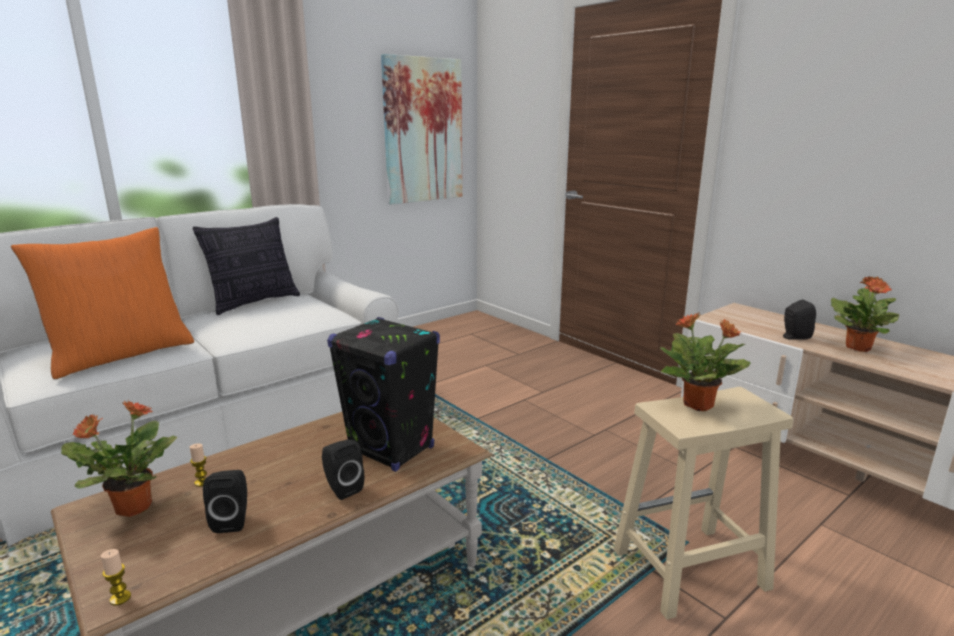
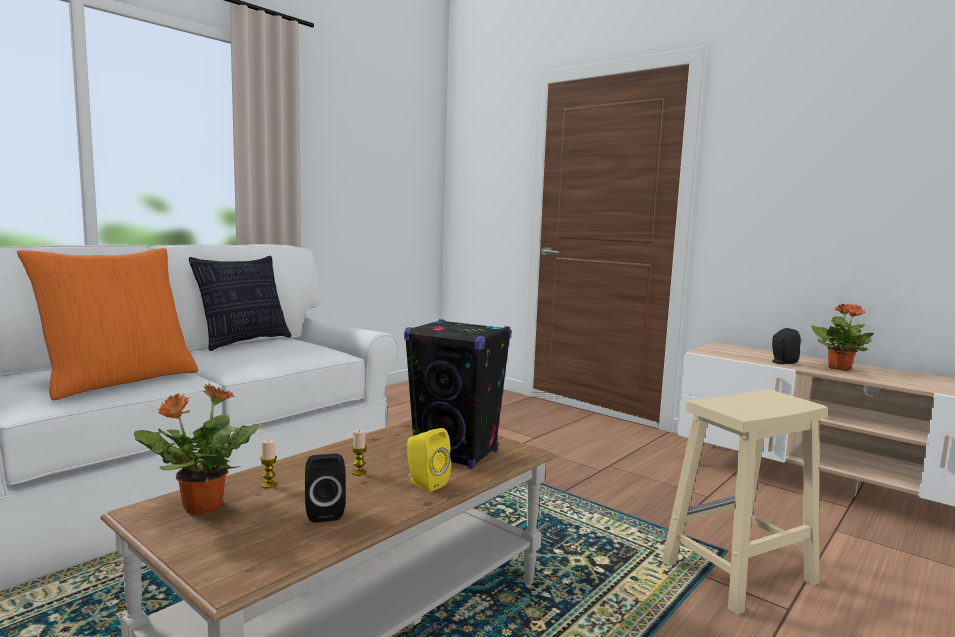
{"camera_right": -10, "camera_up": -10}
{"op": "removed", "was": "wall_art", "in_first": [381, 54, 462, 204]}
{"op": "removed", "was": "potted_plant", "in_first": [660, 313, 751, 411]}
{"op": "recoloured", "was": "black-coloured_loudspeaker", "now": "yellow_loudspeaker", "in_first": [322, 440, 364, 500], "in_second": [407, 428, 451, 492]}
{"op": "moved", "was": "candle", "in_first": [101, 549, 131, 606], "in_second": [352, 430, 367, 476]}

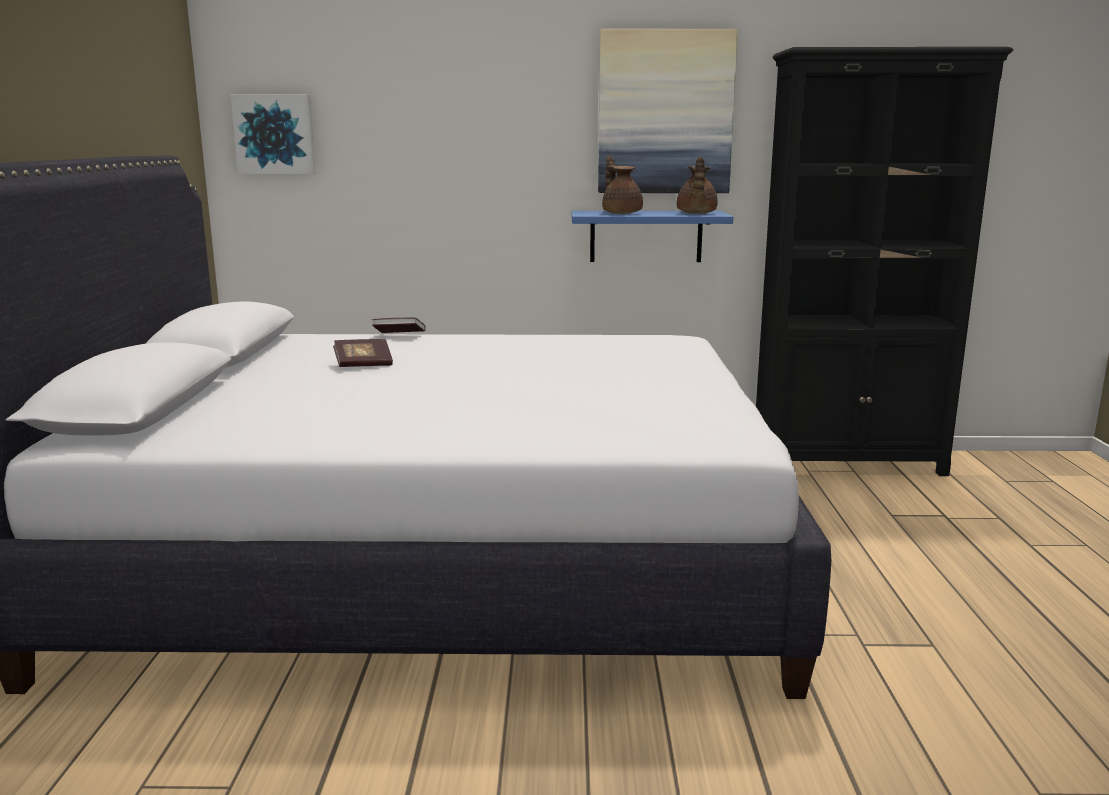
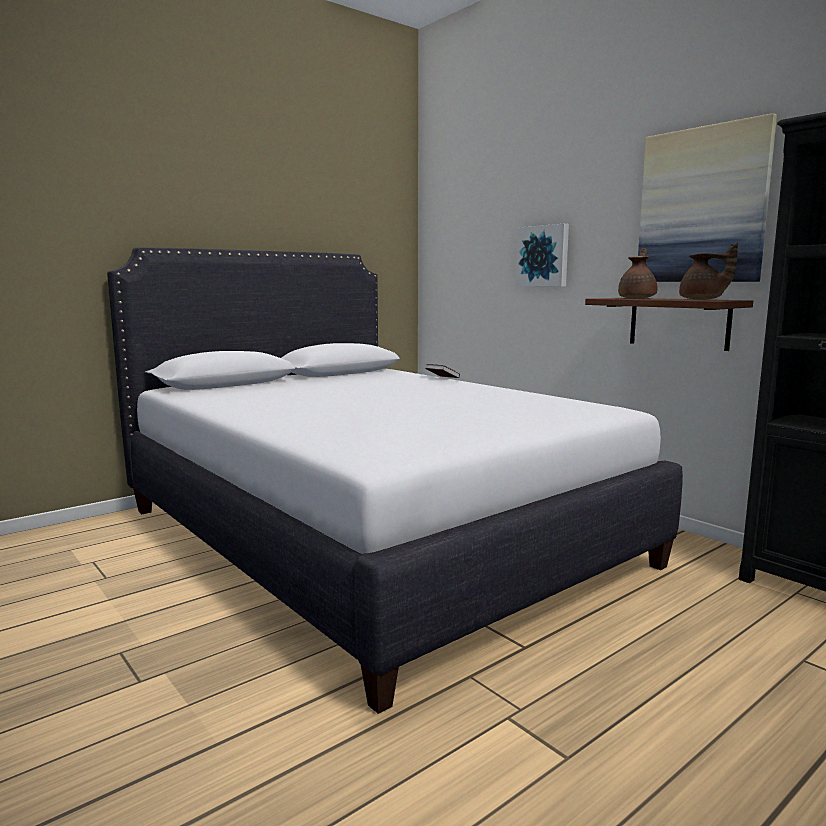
{"camera_right": 50, "camera_up": -5}
{"op": "moved", "was": "wall_art", "in_first": [230, 94, 316, 174], "in_second": [516, 224, 569, 287]}
{"op": "turned", "was": "brownish_pot_for_tea", "in_first": [677, 157, 718, 214], "in_second": [679, 243, 738, 300], "clockwise": -105}
{"op": "recoloured", "was": "blue_shelf", "now": "brownish_shelf", "in_first": [572, 211, 733, 262], "in_second": [585, 298, 753, 351]}
{"op": "removed", "was": "book", "in_first": [333, 339, 393, 367]}

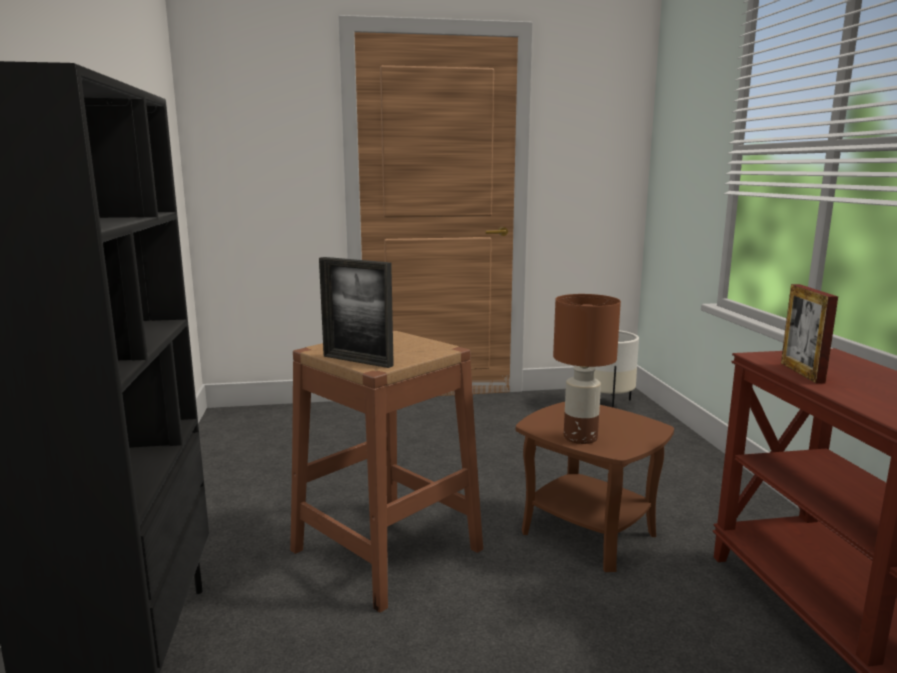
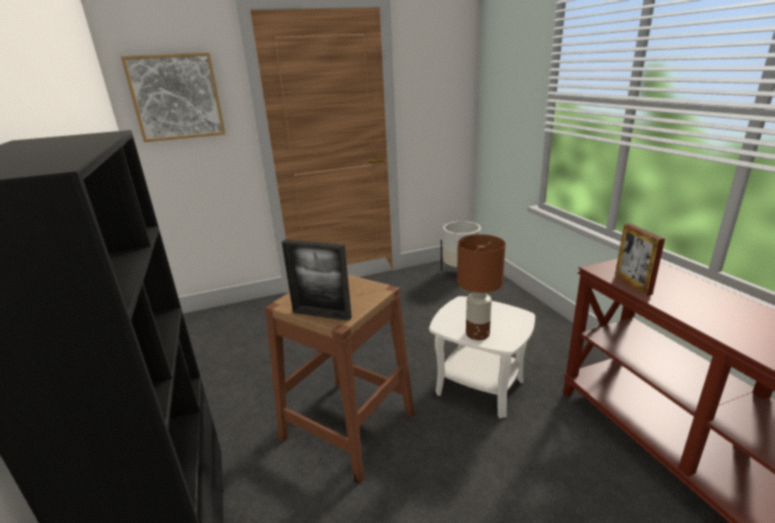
{"camera_right": -10, "camera_up": 10}
{"op": "recoloured", "was": "brownish_side_table", "now": "whitish_side_table", "in_first": [516, 402, 674, 572], "in_second": [429, 296, 535, 418]}
{"op": "added", "now": "wall_art", "in_second": [121, 53, 225, 142]}

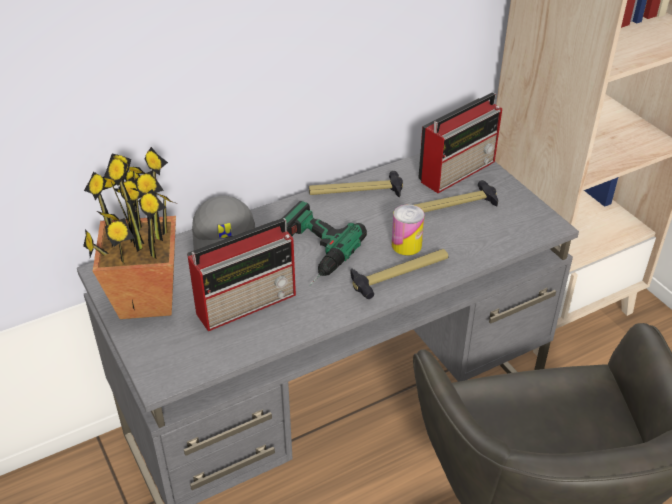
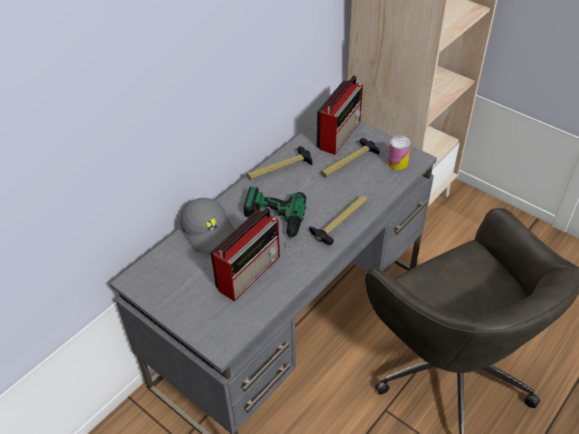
{"camera_right": -20, "camera_up": 5}
{"op": "removed", "was": "potted_plant", "in_first": [83, 147, 176, 319]}
{"op": "moved", "was": "metal_can", "in_first": [392, 205, 425, 256], "in_second": [388, 136, 411, 170]}

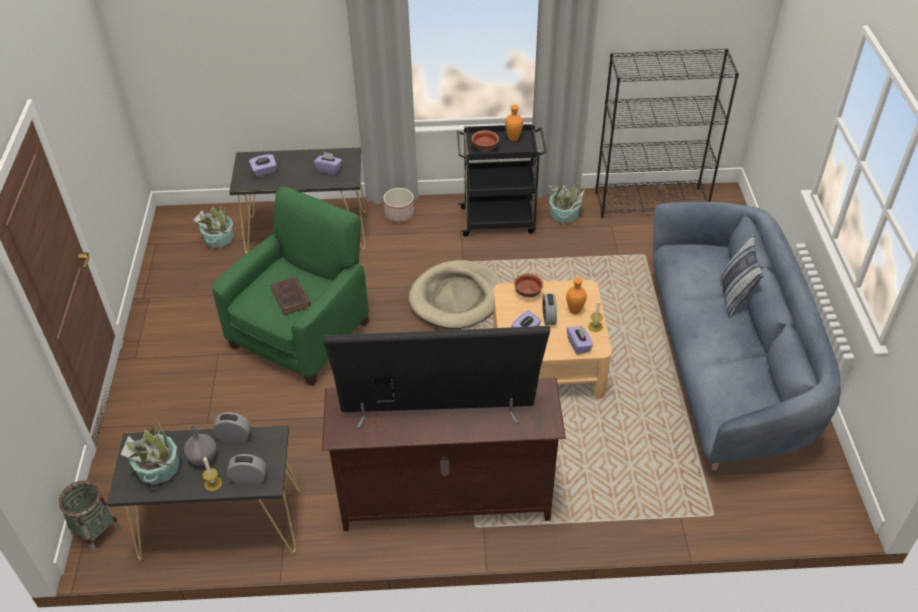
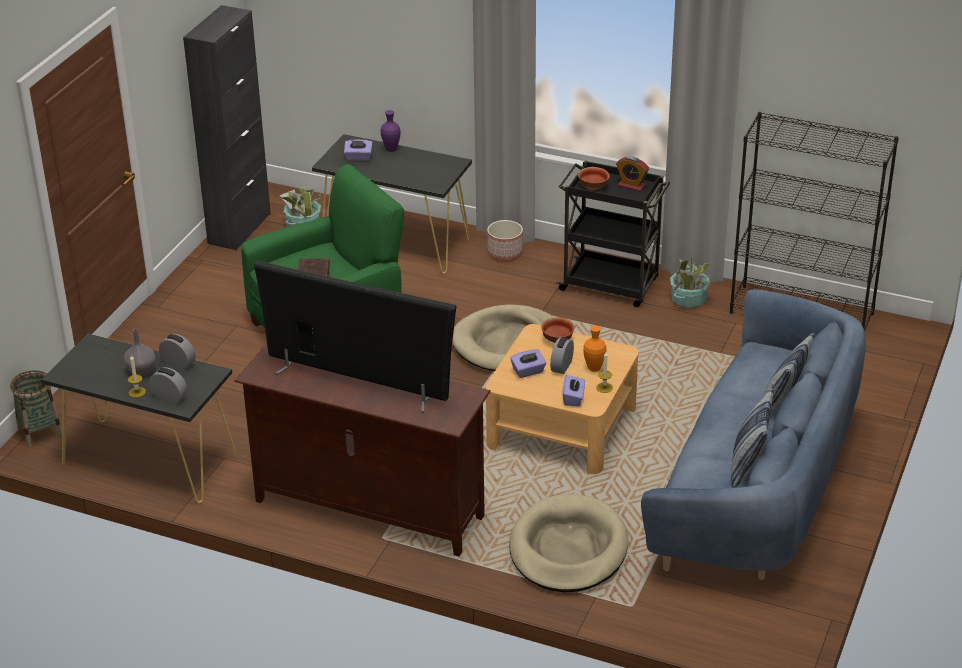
{"camera_right": 25, "camera_up": -10}
{"op": "replaced", "was": "orange-coloured_decorative_vase", "now": "alarm_clock", "in_first": [505, 104, 523, 141], "in_second": [616, 156, 649, 192]}
{"op": "removed", "was": "purple-coloured_tissue_holder", "in_first": [314, 152, 342, 175]}
{"op": "removed", "was": "potted_plant", "in_first": [120, 423, 179, 485]}
{"op": "added", "now": "black-coloured_cupboard", "in_second": [183, 5, 271, 250]}
{"op": "added", "now": "purple-coloured_decorative_vase", "in_second": [380, 110, 401, 152]}
{"op": "added", "now": "throw_pillow", "in_second": [731, 388, 773, 488]}
{"op": "added", "now": "beige-coloured_pet_bed", "in_second": [509, 494, 628, 592]}

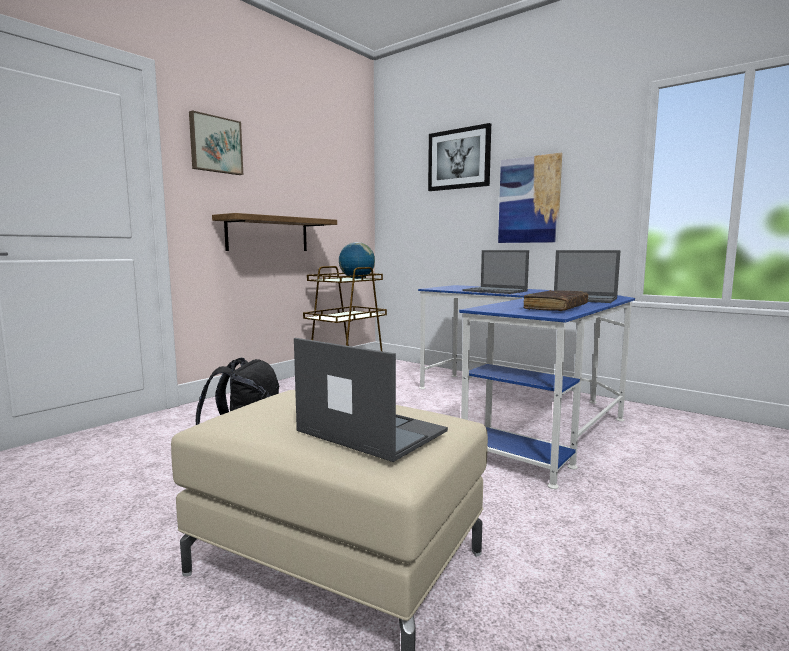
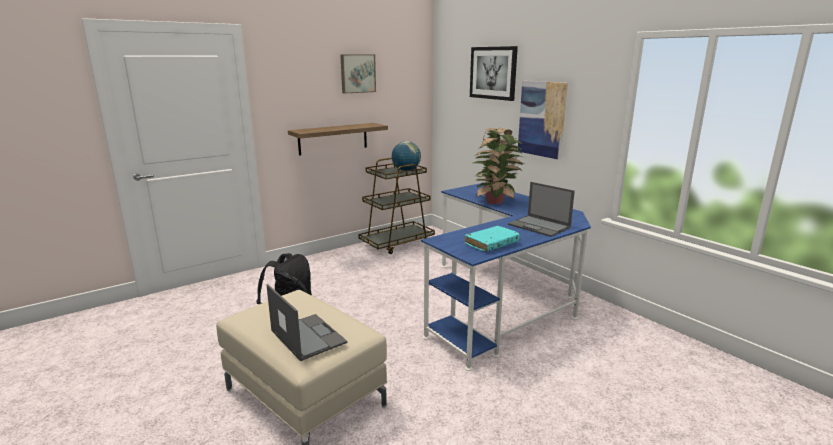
{"camera_right": 15, "camera_up": 10}
{"op": "moved", "was": "wall_art", "in_first": [189, 110, 243, 175], "in_second": [340, 54, 376, 94]}
{"op": "replaced", "was": "notebook_computer", "now": "potted_plant", "in_first": [463, 250, 529, 294], "in_second": [473, 128, 524, 204]}
{"op": "recoloured", "was": "brownish_book", "now": "turquoise_book", "in_first": [523, 290, 588, 311], "in_second": [465, 226, 520, 252]}

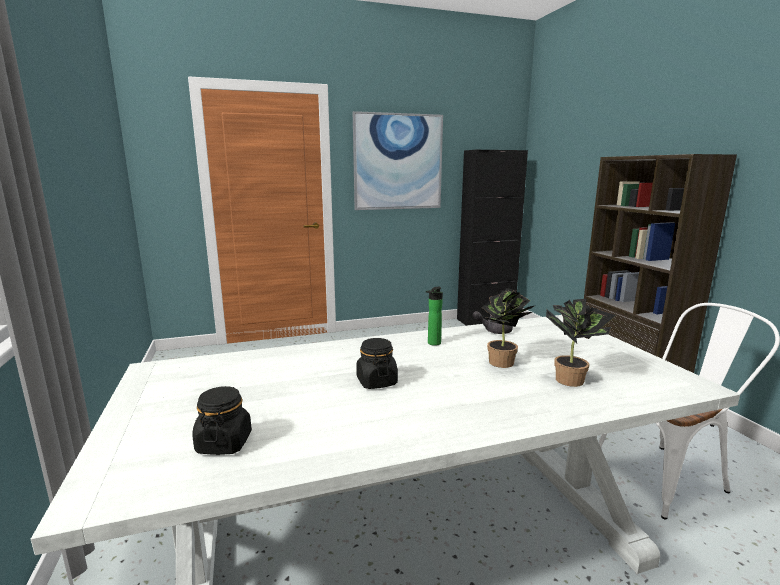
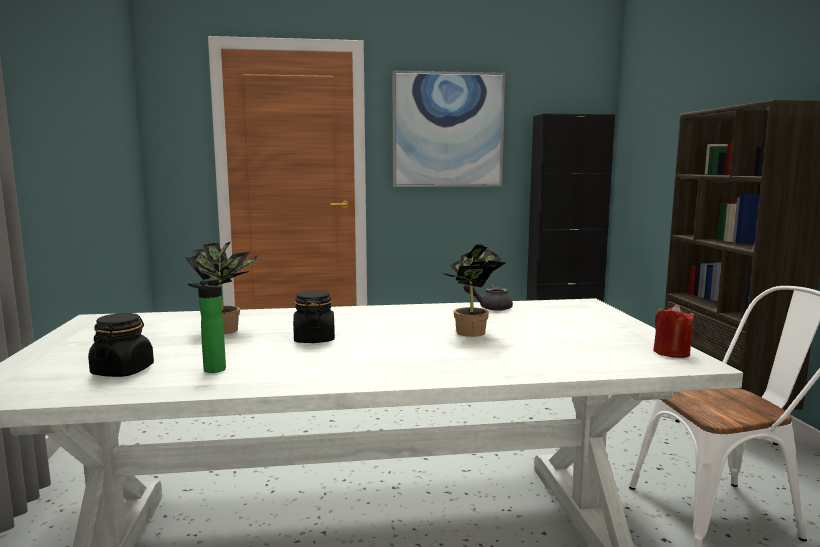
{"camera_right": 10, "camera_up": -5}
{"op": "moved", "was": "beverage_bottle", "in_first": [426, 287, 443, 346], "in_second": [188, 278, 226, 373]}
{"op": "moved", "was": "potted_plant", "in_first": [546, 299, 616, 387], "in_second": [185, 242, 258, 334]}
{"op": "added", "now": "red_candle", "in_second": [653, 304, 695, 358]}

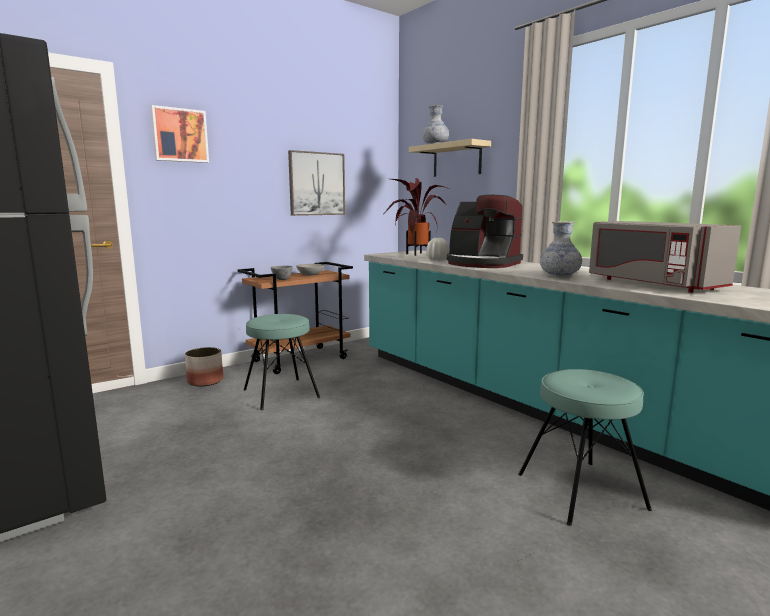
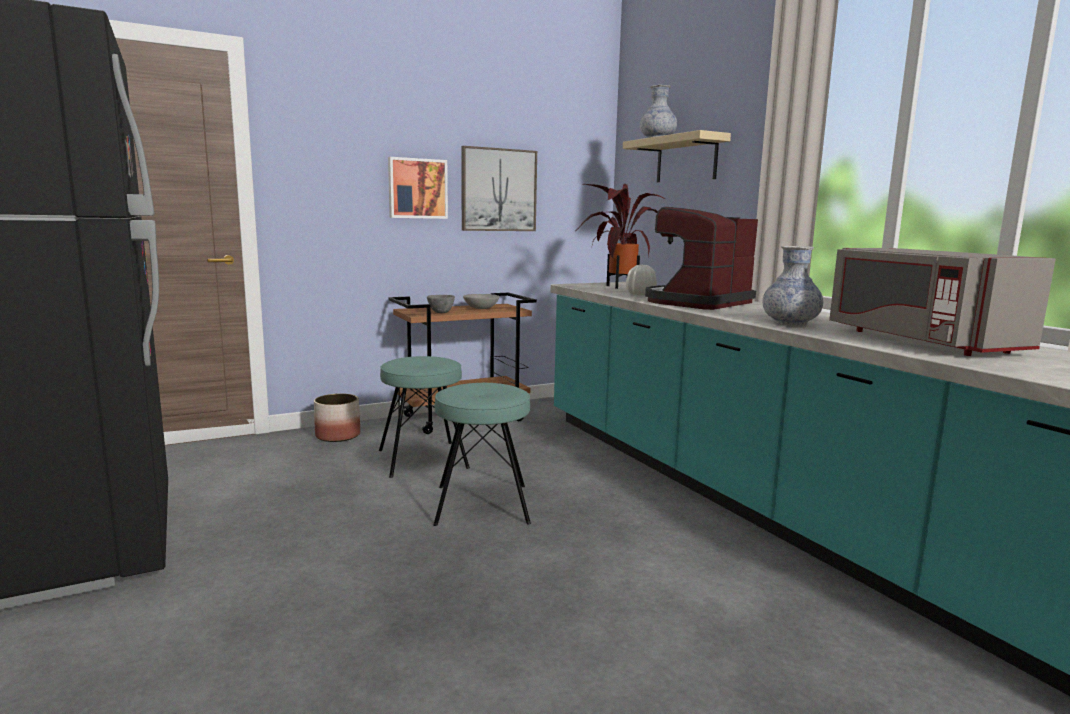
{"camera_right": 10, "camera_up": 0}
{"op": "moved", "was": "wall_art", "in_first": [150, 105, 209, 163], "in_second": [388, 157, 448, 219]}
{"op": "turned", "was": "coffee_brewer", "in_first": [446, 195, 523, 268], "in_second": [645, 207, 758, 310], "clockwise": 90}
{"op": "moved", "was": "turquoise_stool", "in_first": [518, 369, 652, 526], "in_second": [433, 383, 531, 526]}

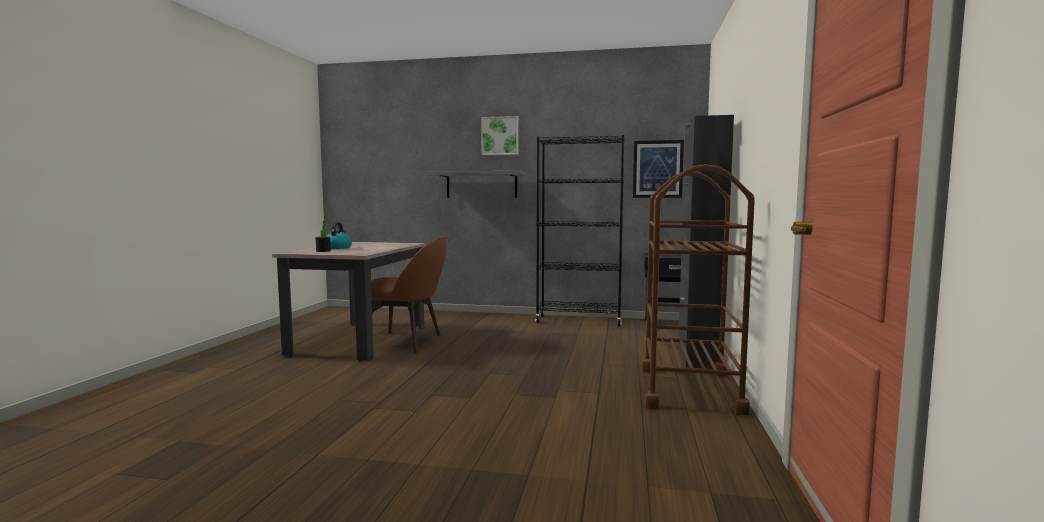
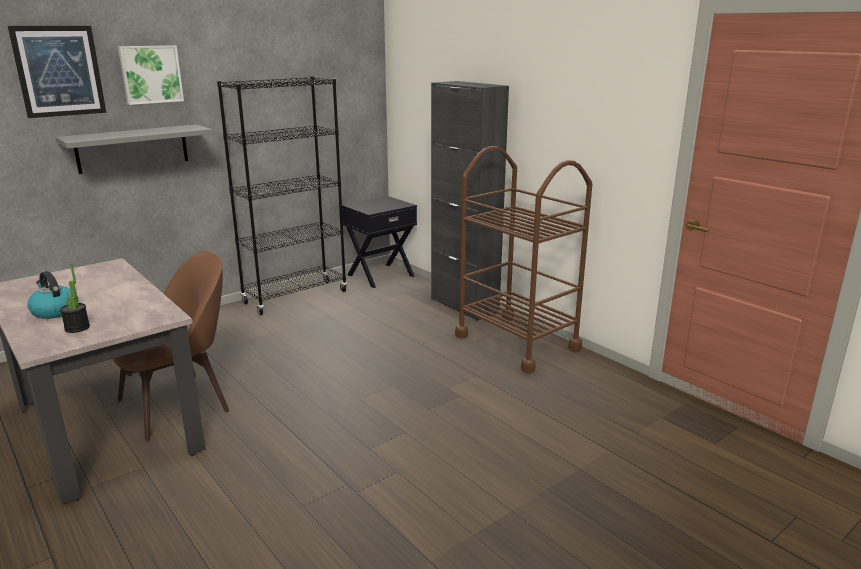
{"camera_right": -50, "camera_up": 15}
{"op": "moved", "was": "wall_art", "in_first": [633, 140, 684, 198], "in_second": [8, 26, 106, 118]}

